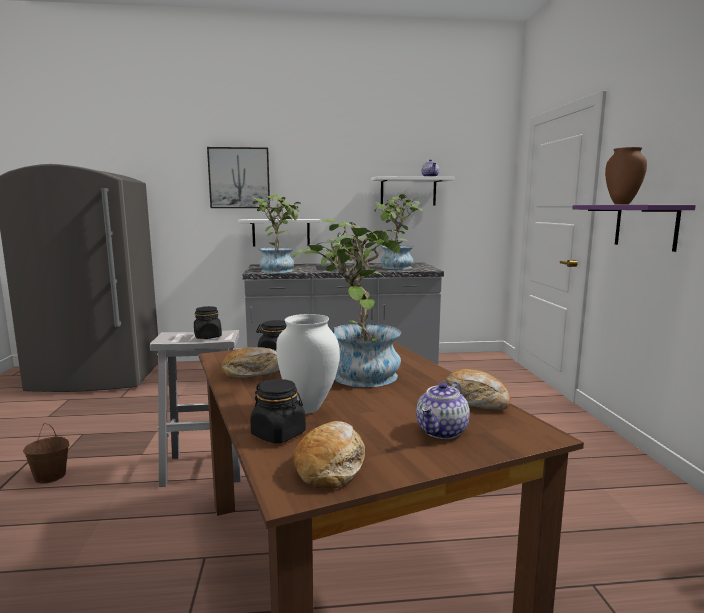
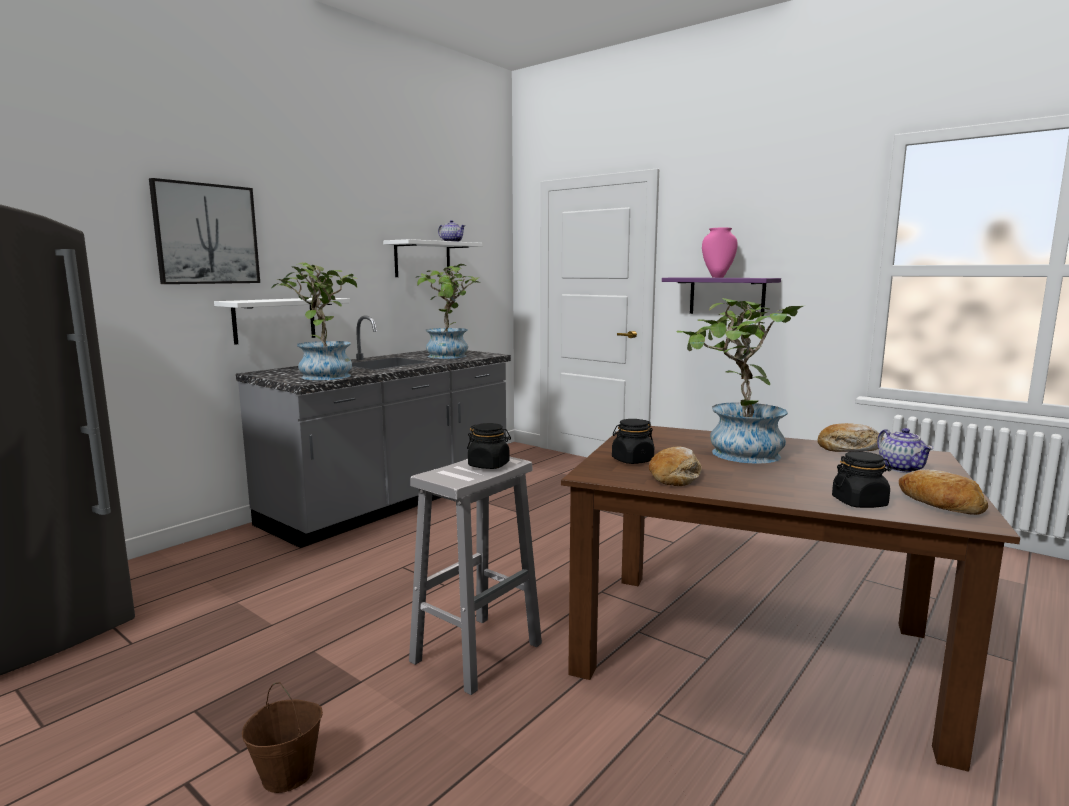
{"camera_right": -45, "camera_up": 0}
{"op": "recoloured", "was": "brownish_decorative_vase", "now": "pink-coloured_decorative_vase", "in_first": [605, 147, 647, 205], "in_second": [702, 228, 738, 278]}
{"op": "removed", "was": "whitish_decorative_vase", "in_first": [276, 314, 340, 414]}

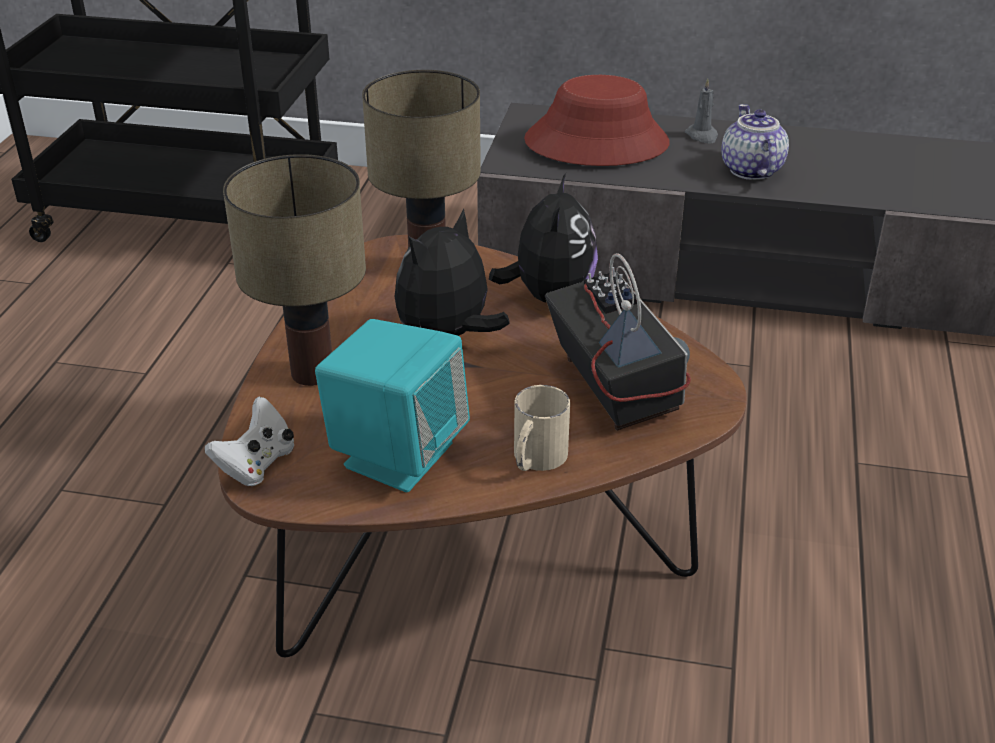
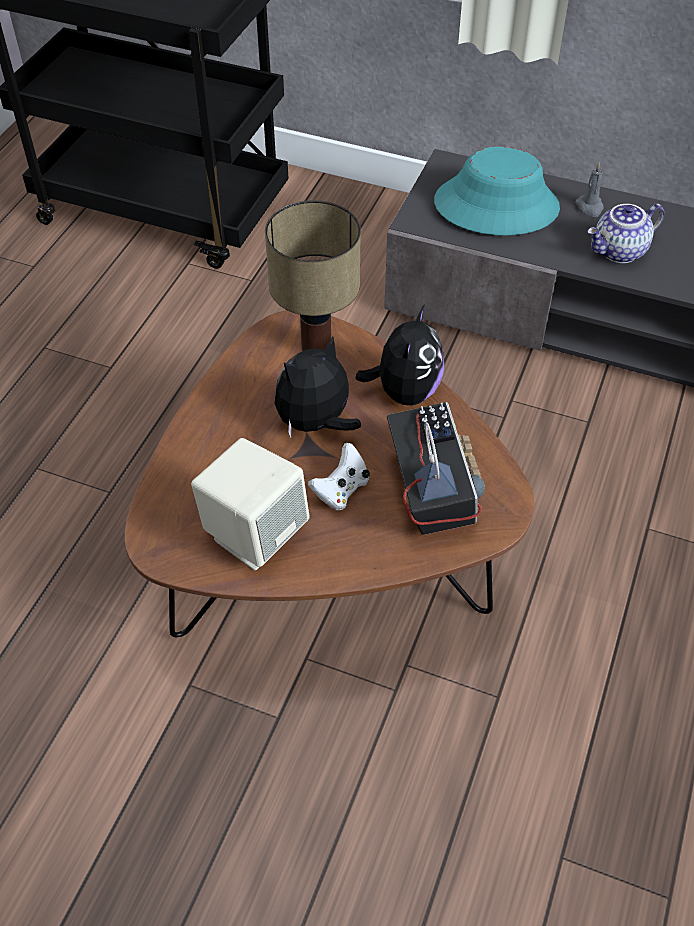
{"camera_right": 10, "camera_up": 15}
{"op": "recoloured", "was": "red_wearable_hat", "now": "turquoise_wearable_hat", "in_first": [524, 75, 670, 166], "in_second": [434, 147, 560, 236]}
{"op": "turned", "was": "pot_for_tea", "in_first": [722, 104, 789, 180], "in_second": [587, 204, 664, 263], "clockwise": -120}
{"op": "removed", "was": "table_lamp", "in_first": [223, 154, 366, 386]}
{"op": "recoloured", "was": "turquoise_loudspeaker", "now": "beige-coloured_loudspeaker", "in_first": [315, 319, 470, 492], "in_second": [191, 438, 310, 570]}
{"op": "removed", "was": "beige-coloured_tea_mug", "in_first": [514, 385, 570, 471]}
{"op": "moved", "was": "whitish_joypad", "in_first": [205, 397, 294, 486], "in_second": [308, 443, 370, 510]}

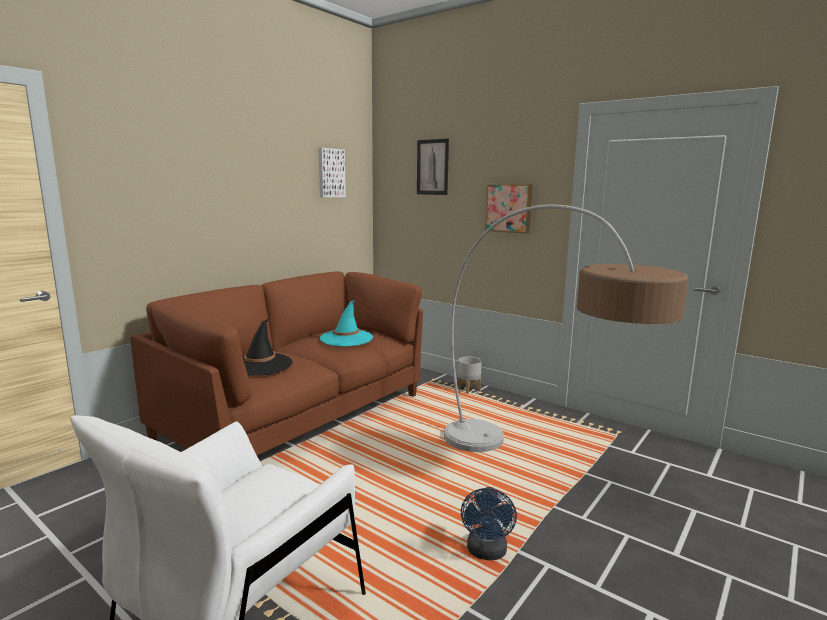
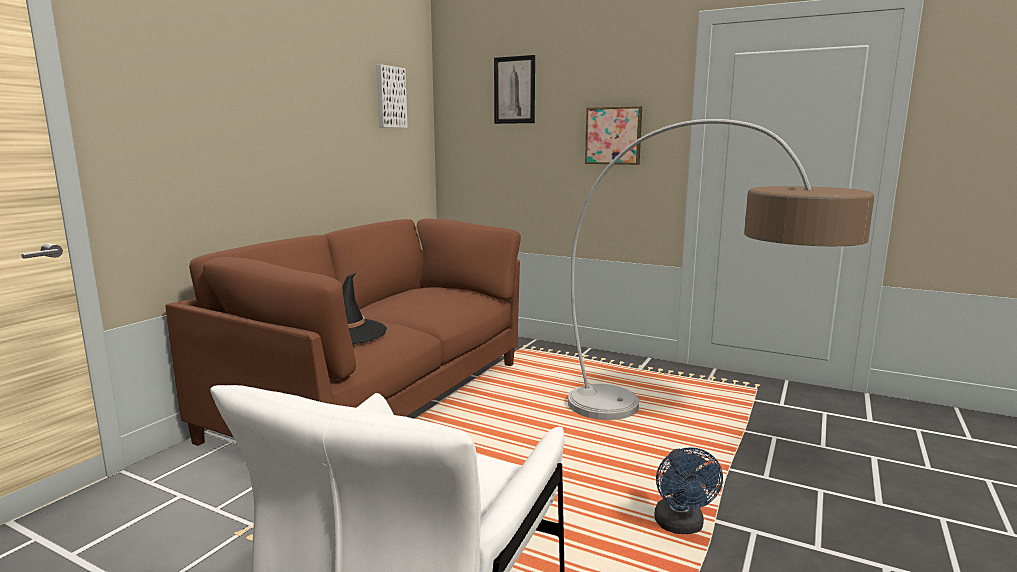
{"camera_right": -10, "camera_up": 0}
{"op": "removed", "was": "turquoise_wearable_hat", "in_first": [320, 300, 373, 346]}
{"op": "removed", "was": "gray_planter", "in_first": [458, 357, 482, 394]}

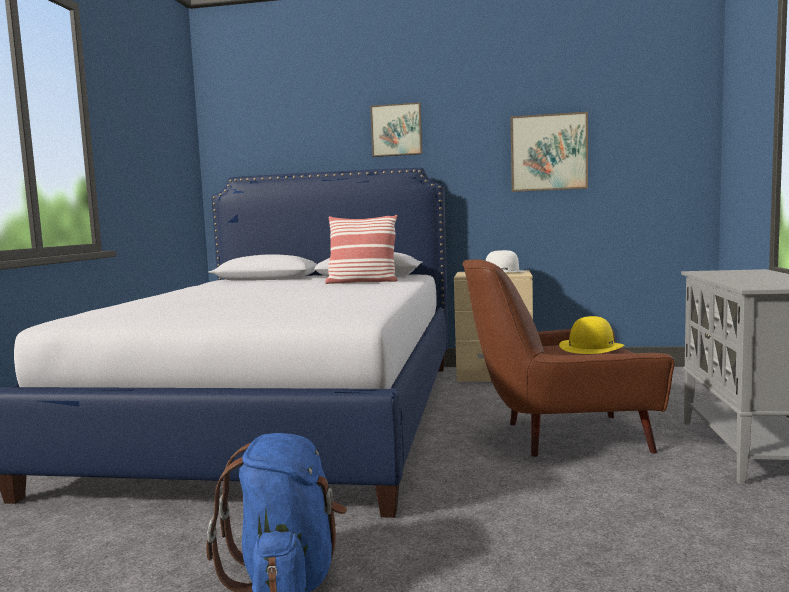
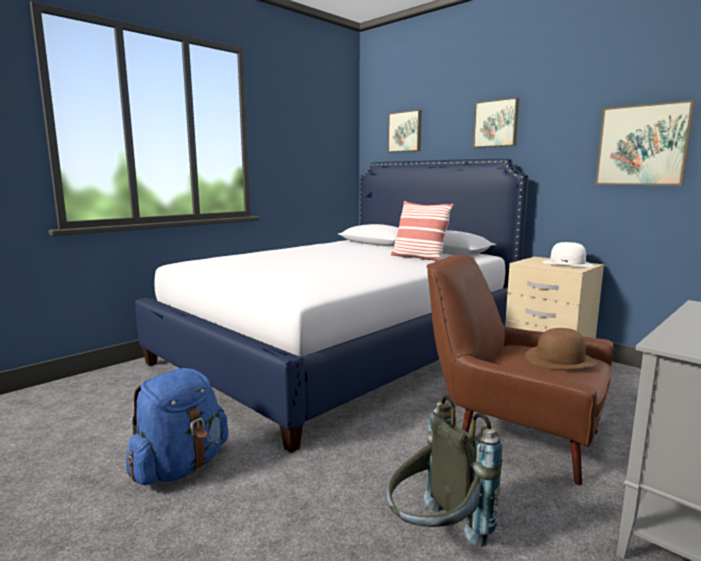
{"camera_right": 35, "camera_up": 5}
{"op": "recoloured", "was": "yellow_wearable_hat", "now": "brownish_wearable_hat", "in_first": [559, 316, 624, 354], "in_second": [525, 328, 597, 369]}
{"op": "added", "now": "wall_art", "in_second": [388, 110, 422, 152]}
{"op": "added", "now": "gray_knapsack", "in_second": [387, 395, 502, 547]}

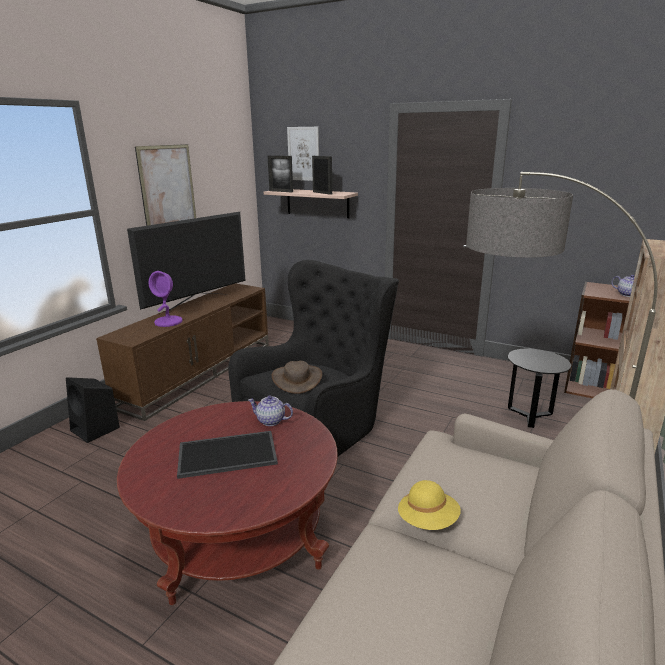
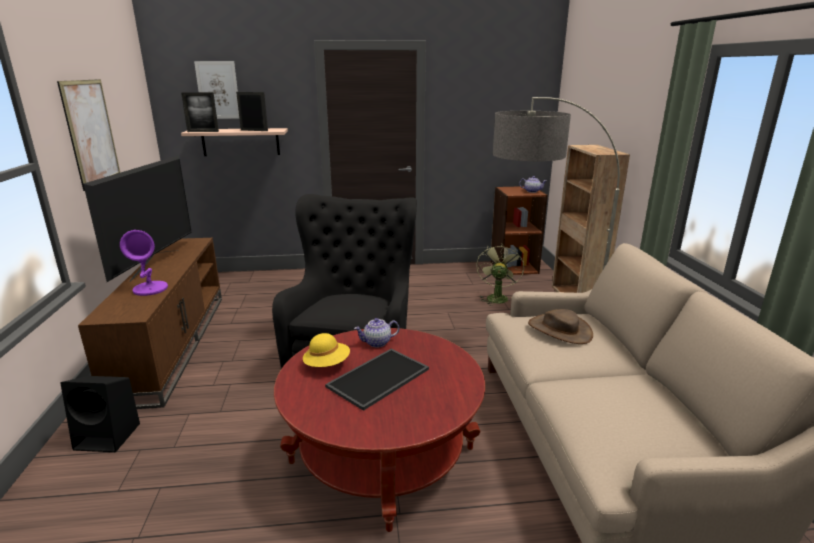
{"camera_right": -35, "camera_up": 0}
{"op": "replaced", "was": "black-coloured_side_table", "now": "green_fan", "in_first": [508, 348, 571, 428], "in_second": [476, 243, 524, 306]}
{"op": "moved", "was": "brownish_wearable_hat", "in_first": [272, 361, 322, 394], "in_second": [528, 309, 593, 344]}
{"op": "moved", "was": "yellow_wearable_hat", "in_first": [398, 480, 461, 530], "in_second": [303, 333, 350, 367]}

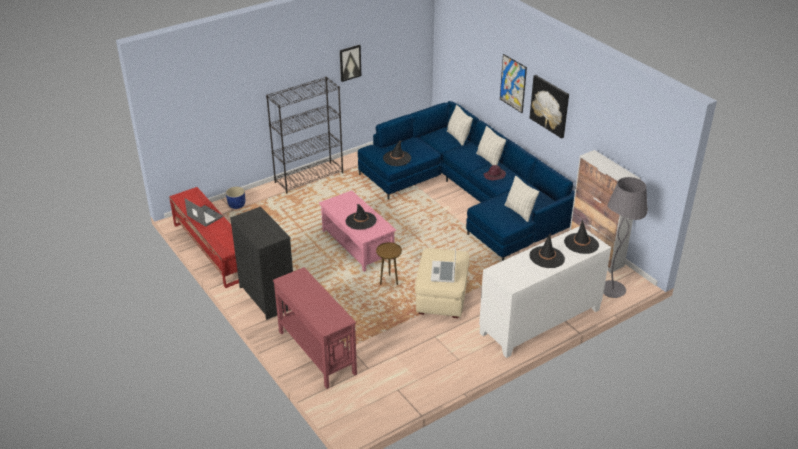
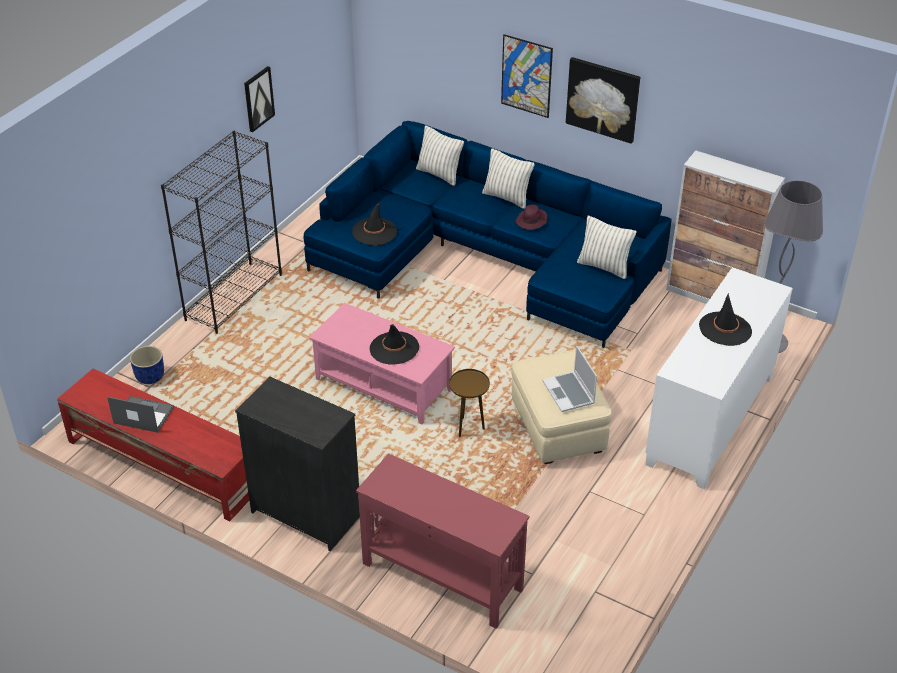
{"camera_right": -25, "camera_up": 5}
{"op": "removed", "was": "black-coloured_wearable_hat", "in_first": [564, 219, 599, 254]}

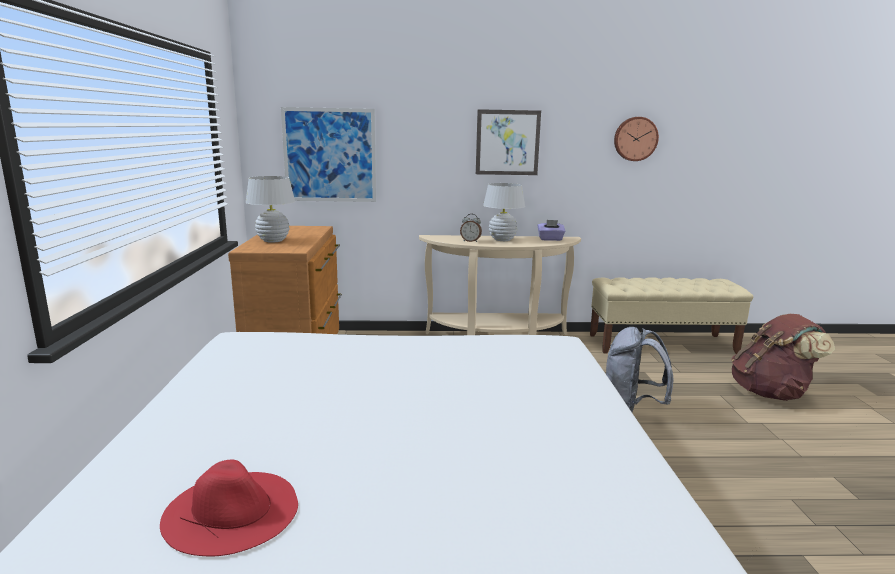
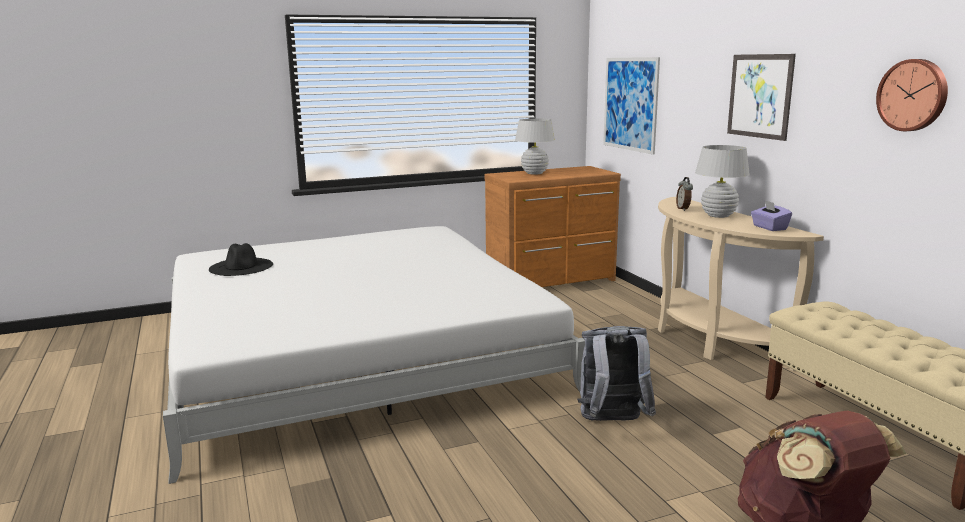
{"camera_right": 70, "camera_up": 0}
{"op": "recoloured", "was": "red_wearable_hat", "now": "black-coloured_wearable_hat", "in_first": [160, 460, 298, 556], "in_second": [209, 243, 273, 276]}

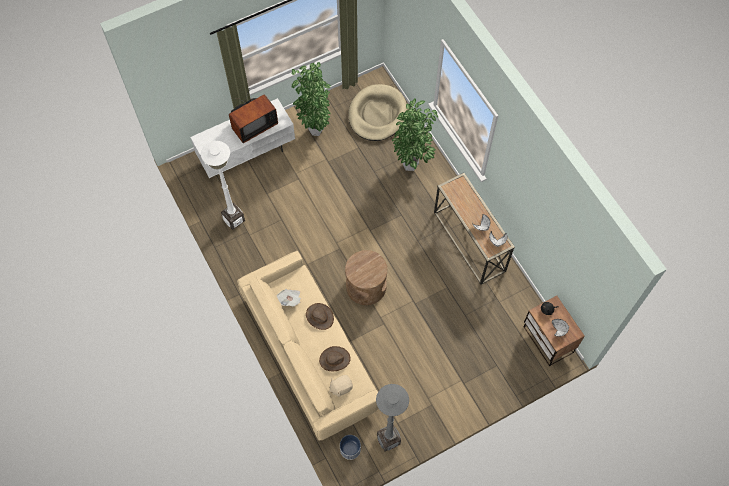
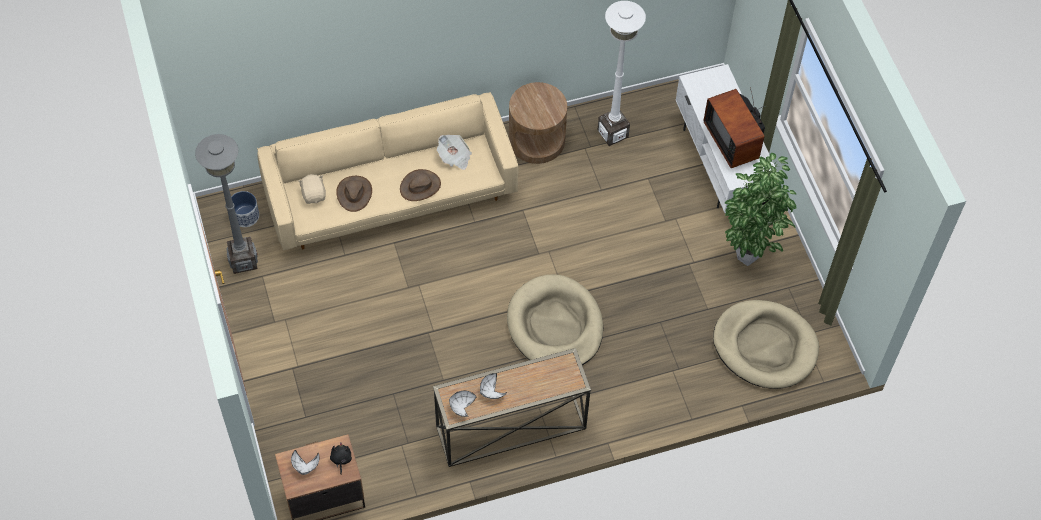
{"camera_right": 100, "camera_up": -5}
{"op": "removed", "was": "potted_plant", "in_first": [392, 98, 439, 171]}
{"op": "moved", "was": "brownish_side_table", "in_first": [345, 250, 387, 305], "in_second": [509, 82, 567, 164]}
{"op": "added", "now": "beige-coloured_pet_bed", "in_second": [507, 274, 603, 365]}

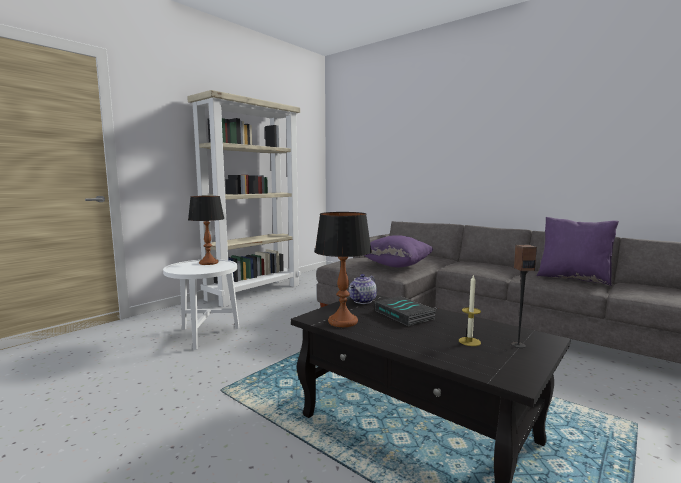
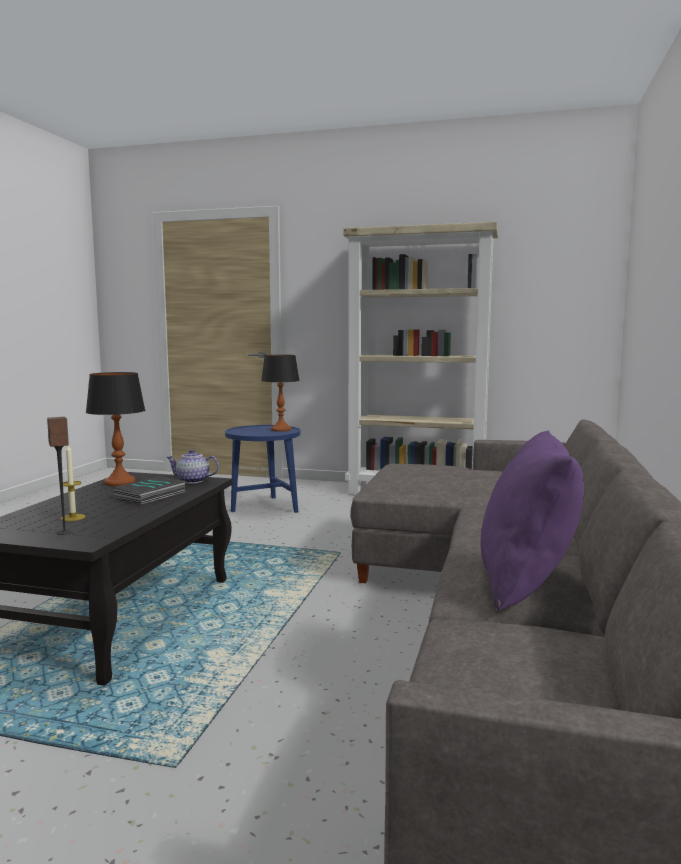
{"camera_right": 65, "camera_up": 0}
{"op": "removed", "was": "purple-coloured_throw_pillow", "in_first": [364, 235, 433, 267]}
{"op": "recoloured", "was": "whitish_side_table", "now": "blue_side_table", "in_first": [163, 259, 239, 350], "in_second": [225, 425, 301, 513]}

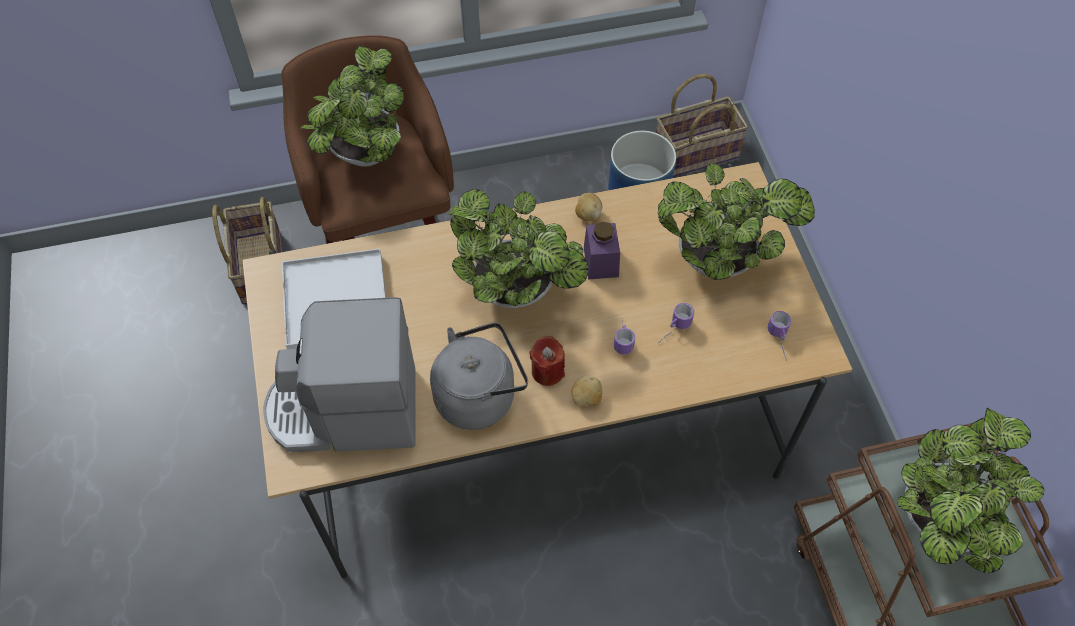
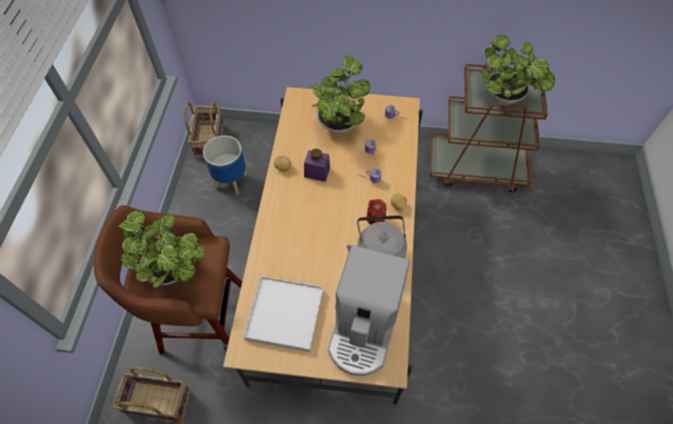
{"camera_right": -70, "camera_up": 0}
{"op": "removed", "was": "potted_plant", "in_first": [448, 189, 588, 308]}

